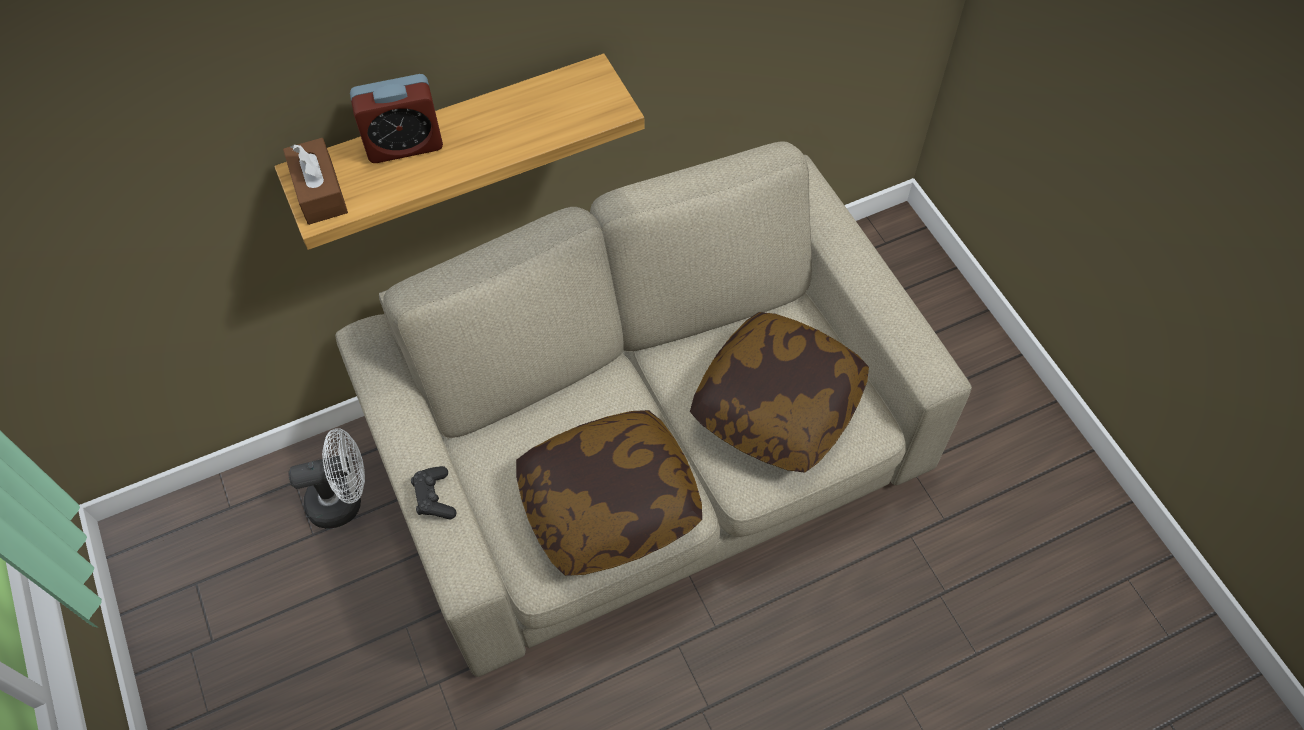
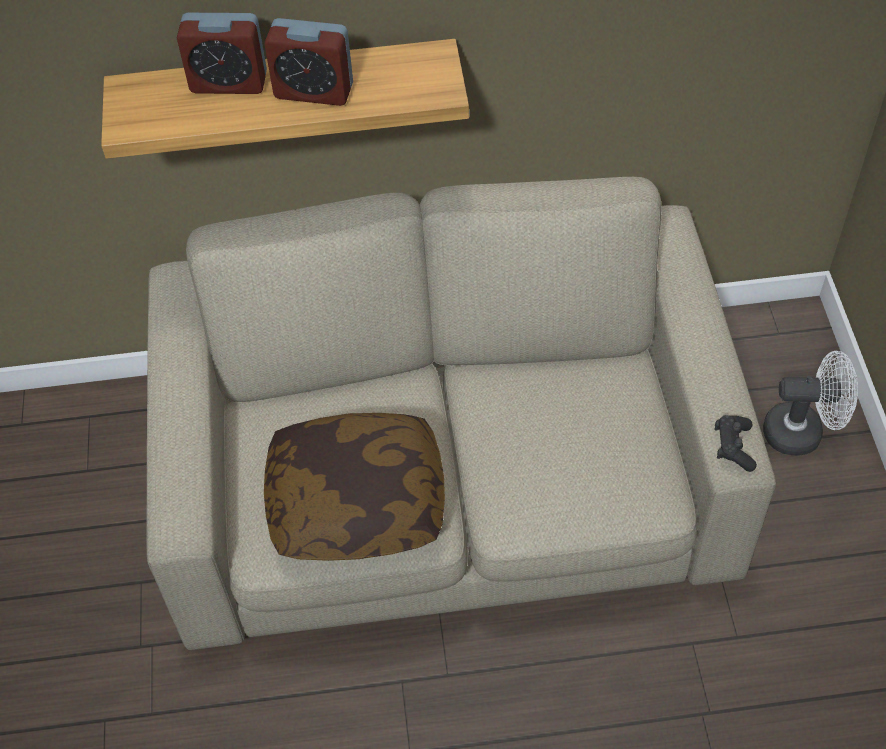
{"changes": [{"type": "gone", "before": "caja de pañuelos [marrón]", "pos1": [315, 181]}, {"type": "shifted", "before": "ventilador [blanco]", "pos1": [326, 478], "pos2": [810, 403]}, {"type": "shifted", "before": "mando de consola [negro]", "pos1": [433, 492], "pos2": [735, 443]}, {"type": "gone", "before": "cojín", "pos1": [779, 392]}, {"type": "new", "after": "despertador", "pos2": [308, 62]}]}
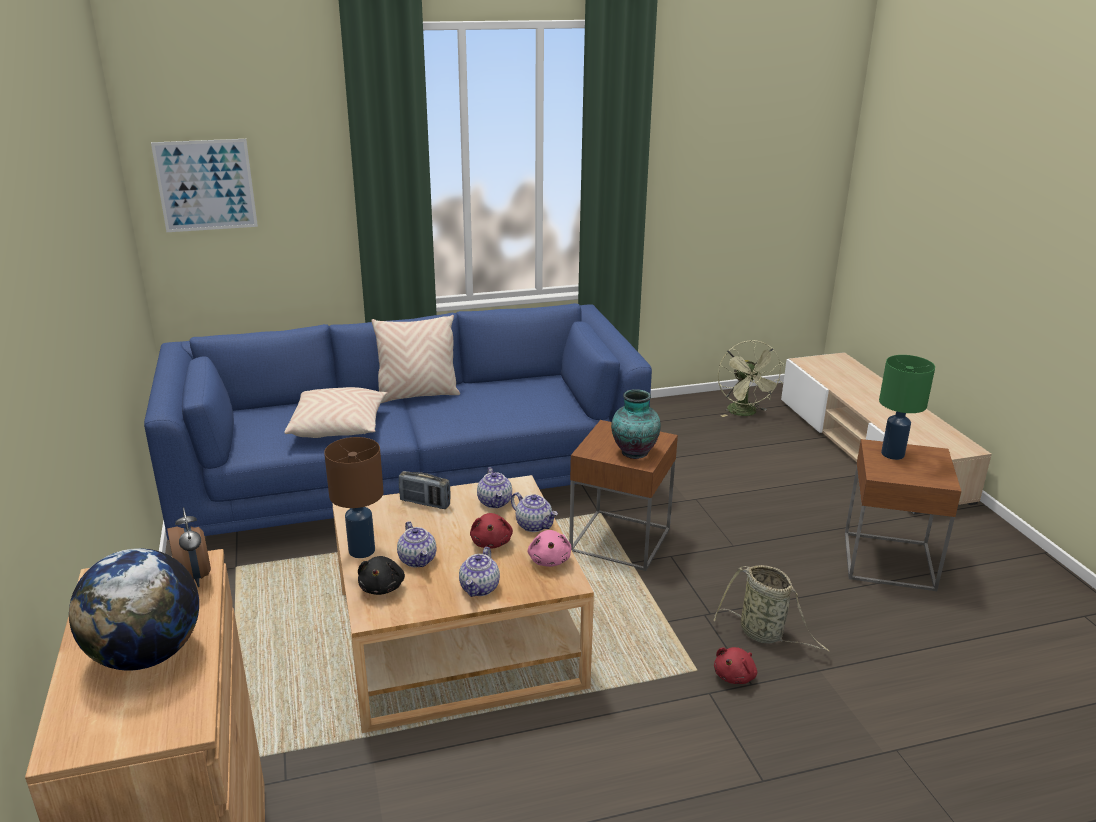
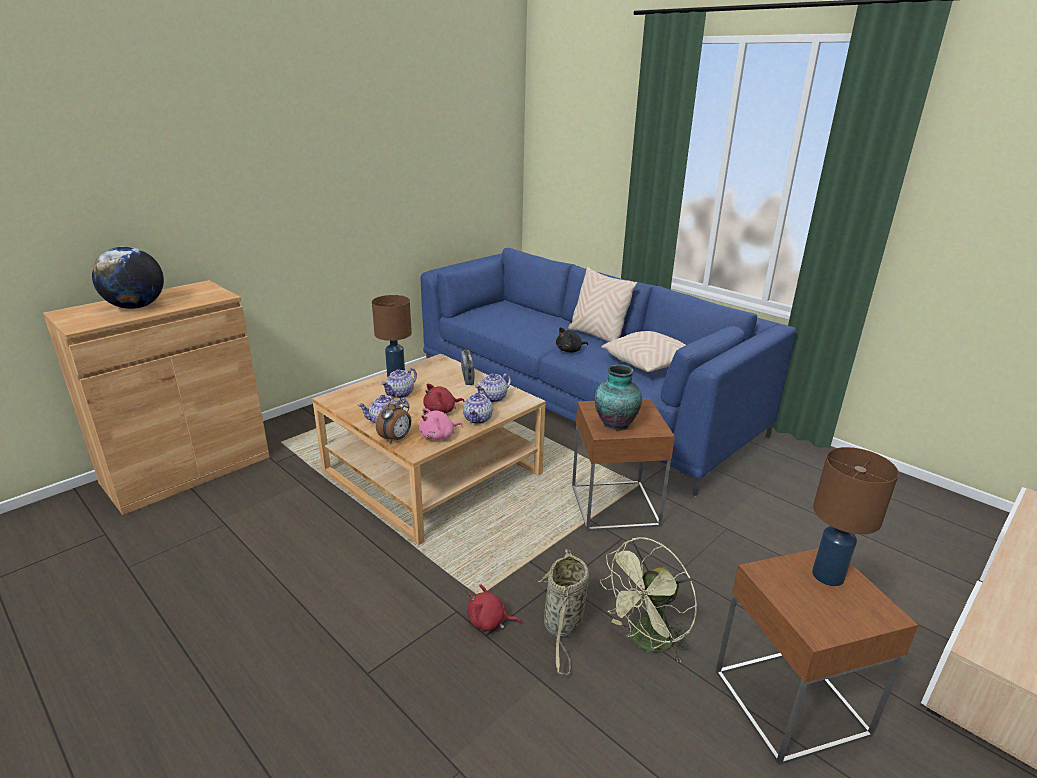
{"changes": [{"type": "gone", "before": "cuadro", "pos1": [204, 185]}, {"type": "shifted", "before": "despertador", "pos1": [189, 547], "pos2": [393, 419]}, {"type": "shifted", "before": "cojín [beis]", "pos1": [336, 412], "pos2": [643, 351]}, {"type": "shifted", "before": "peluche [negro]", "pos1": [381, 575], "pos2": [572, 340]}, {"type": "shifted", "before": "ventilador [verde]", "pos1": [751, 378], "pos2": [648, 600]}, {"type": "repainted", "before": "lámpara de mesa [verde]", "after": "lámpara de mesa [marrón]", "pos1": [907, 407], "pos2": [855, 516]}]}
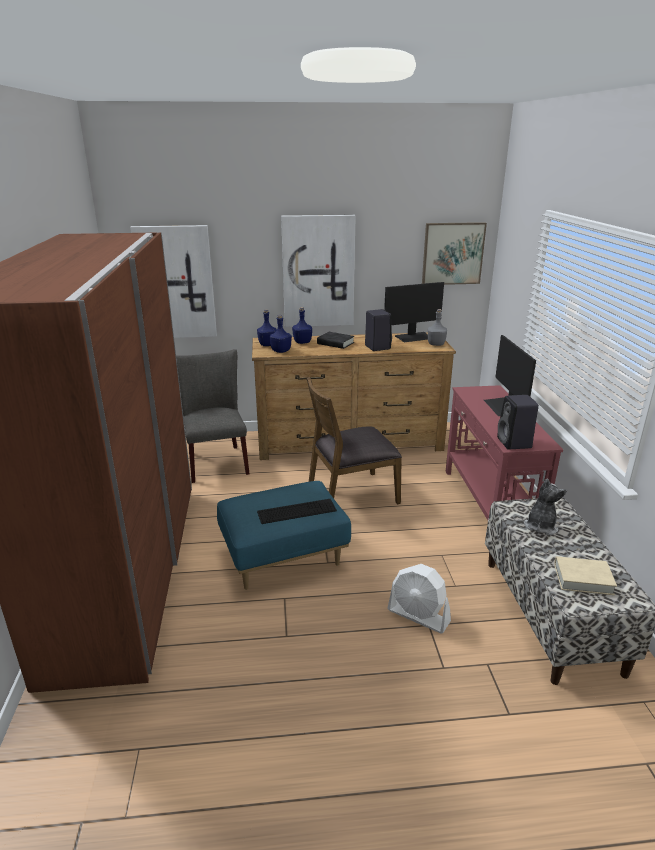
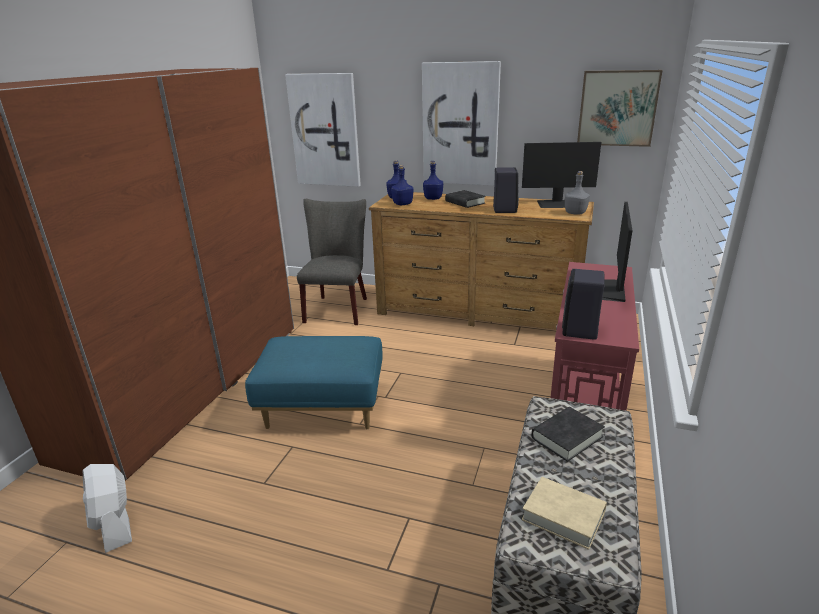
{"changes": [{"type": "gone", "before": "teclado", "pos1": [297, 511]}, {"type": "gone", "before": "silla [marrón]", "pos1": [354, 440]}, {"type": "shifted", "before": "ventilador [blanco]", "pos1": [419, 599], "pos2": [107, 508]}, {"type": "swapped", "before": "peluche", "after": "libro [negro]", "pos1": [545, 507], "pos2": [568, 434]}]}
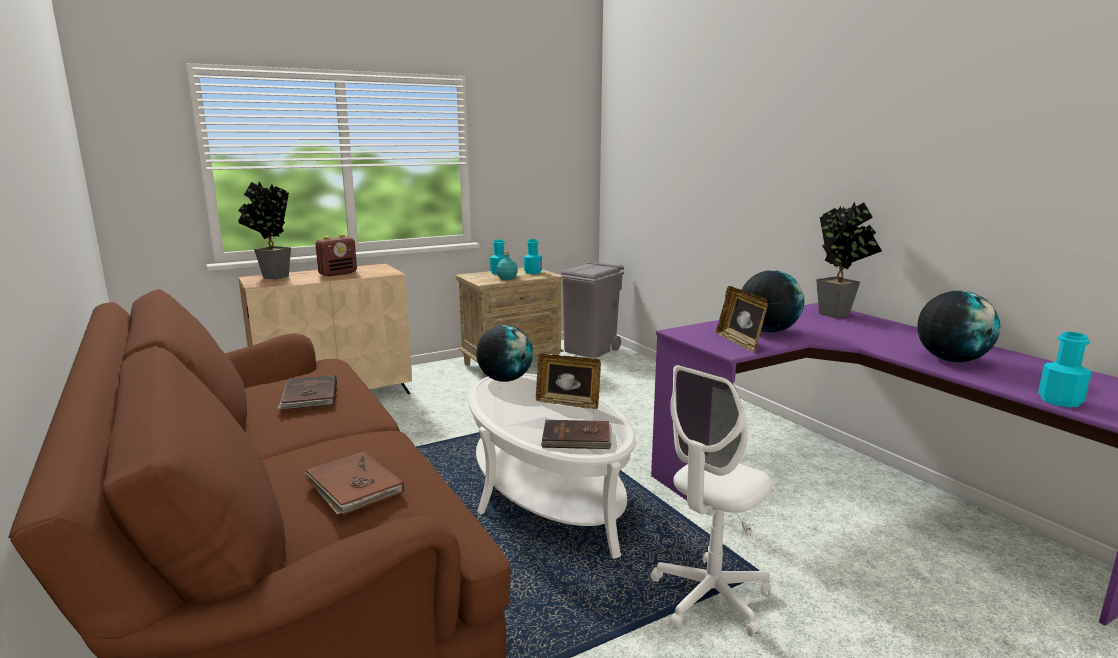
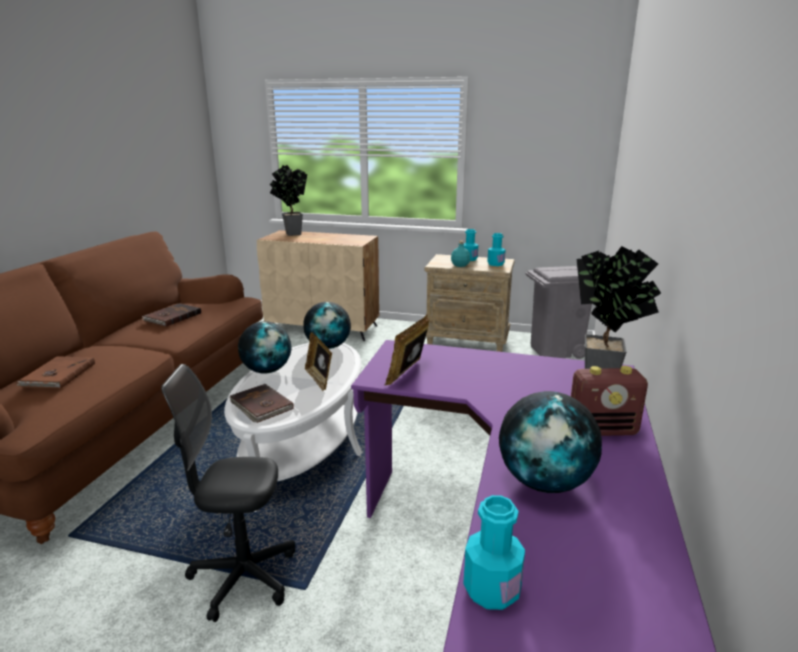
{"changes": [{"type": "shifted", "before": "radio", "pos1": [336, 256], "pos2": [609, 401]}, {"type": "repainted", "before": "silla de oficina [blanco]", "after": "silla de oficina [negro]", "pos1": [711, 501], "pos2": [228, 493]}, {"type": "shifted", "before": "globo terráqueo", "pos1": [773, 301], "pos2": [264, 347]}]}
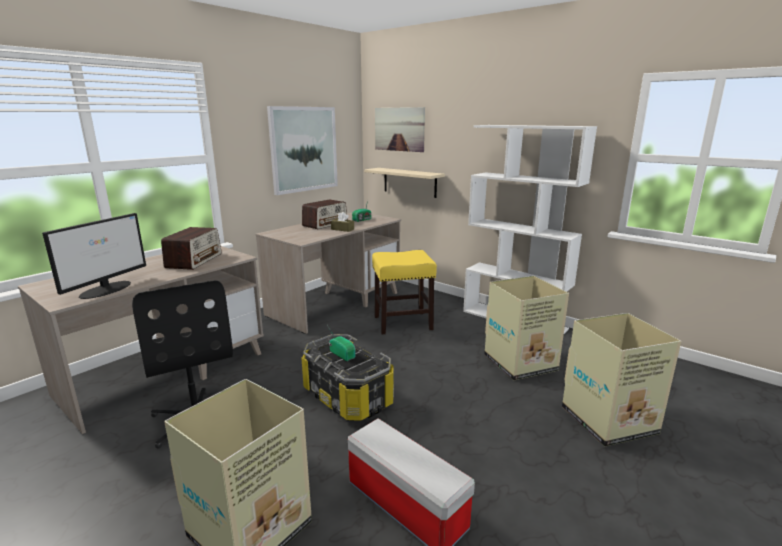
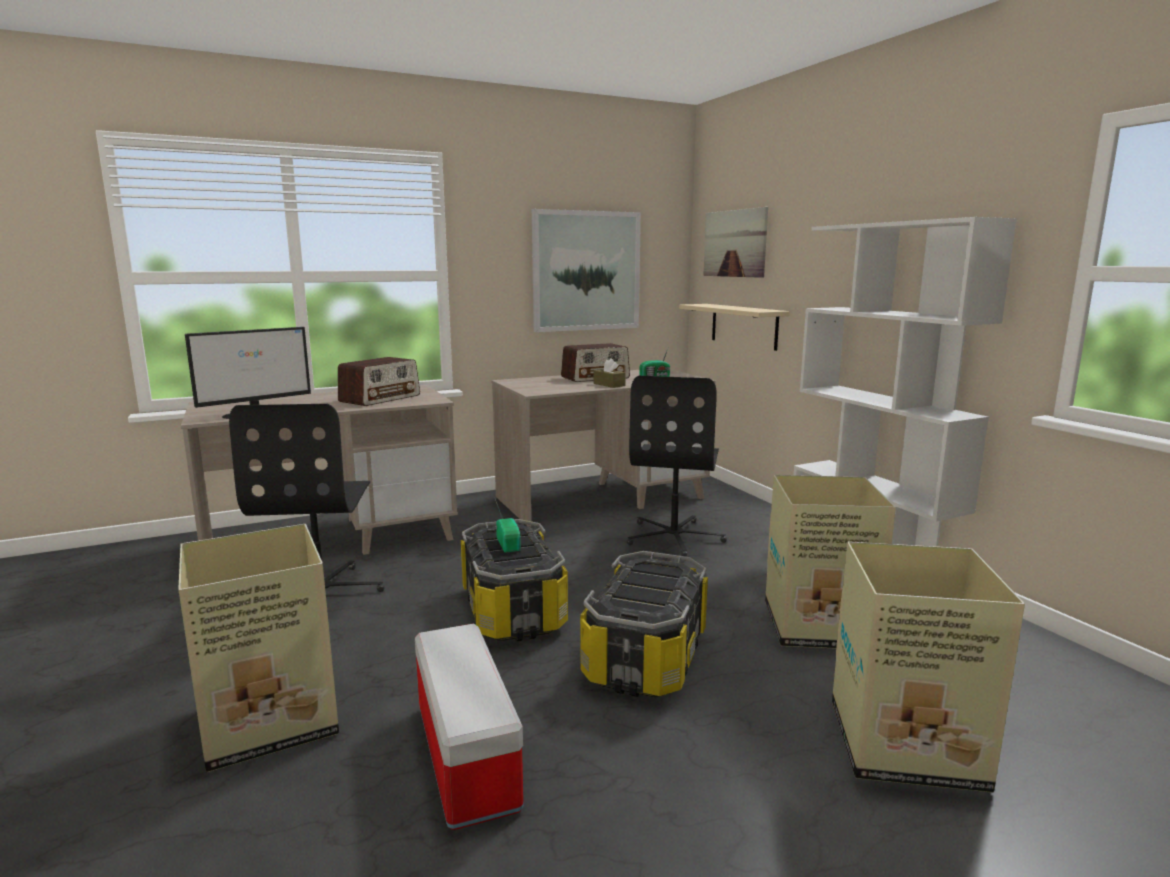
{"changes": [{"type": "swapped", "before": "taburete [amarillo]", "after": "silla de oficina [negro]", "pos1": [404, 292], "pos2": [677, 466]}, {"type": "new", "after": "caja de almacenaje", "pos2": [644, 624]}]}
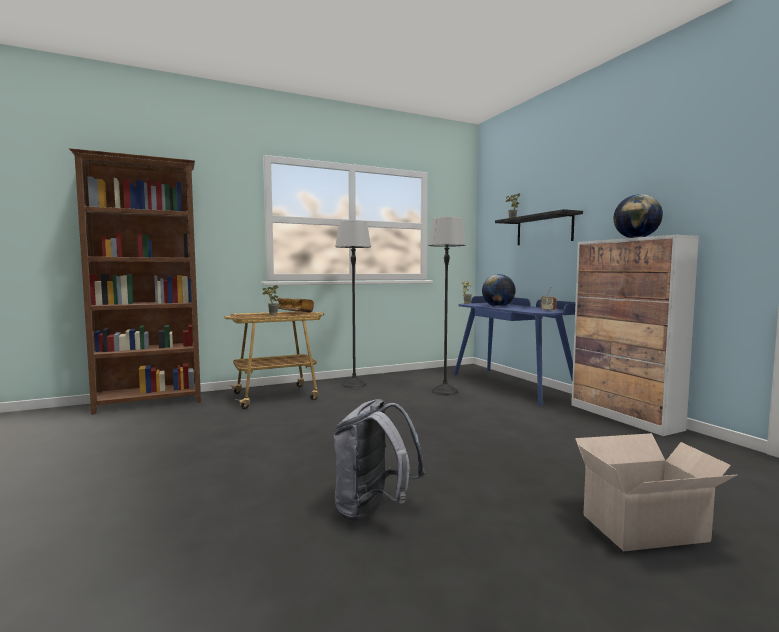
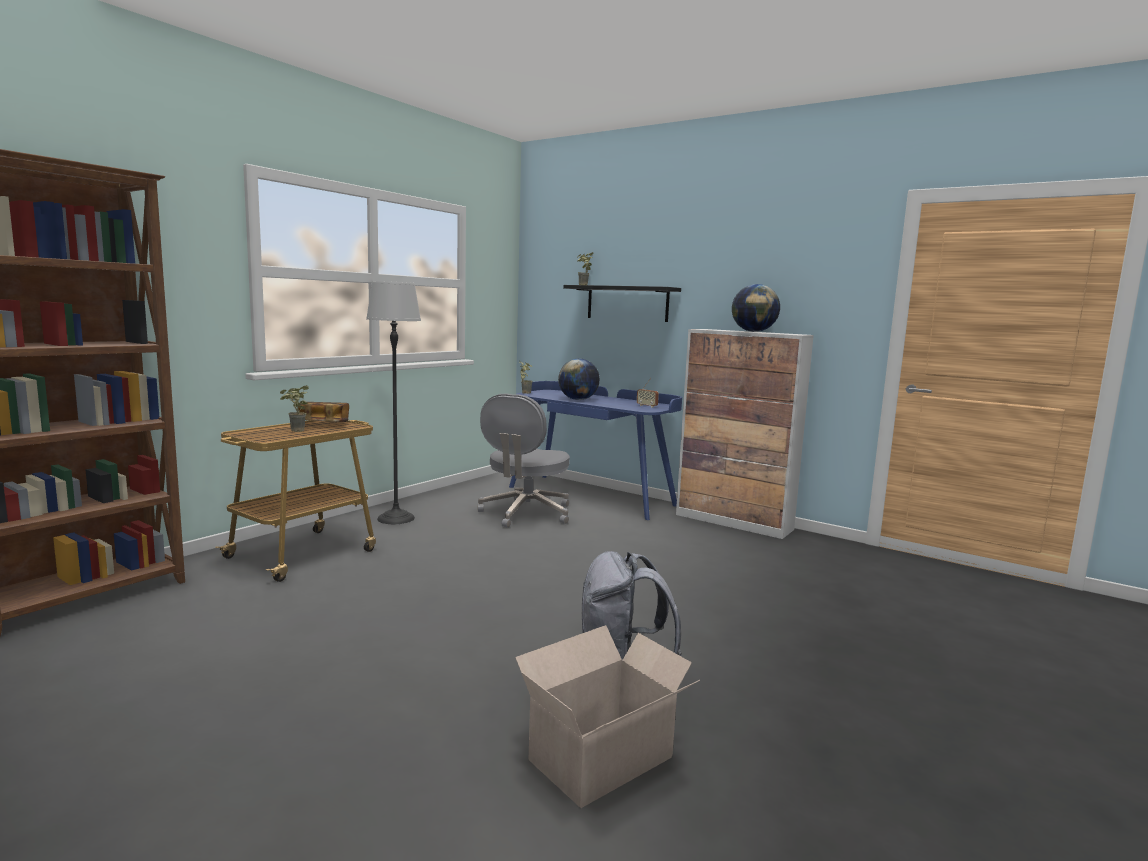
{"changes": [{"type": "swapped", "before": "lámpara de pie", "after": "silla de oficina [gris]", "pos1": [447, 306], "pos2": [523, 460]}, {"type": "shifted", "before": "caja de cartón", "pos1": [656, 492], "pos2": [607, 716]}]}
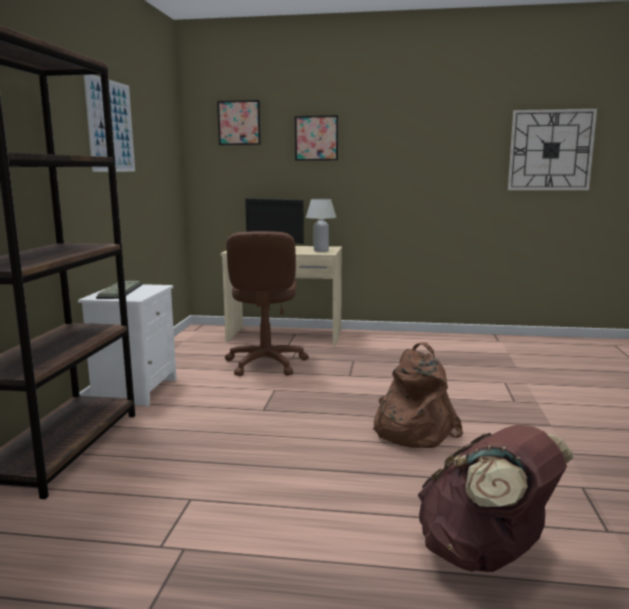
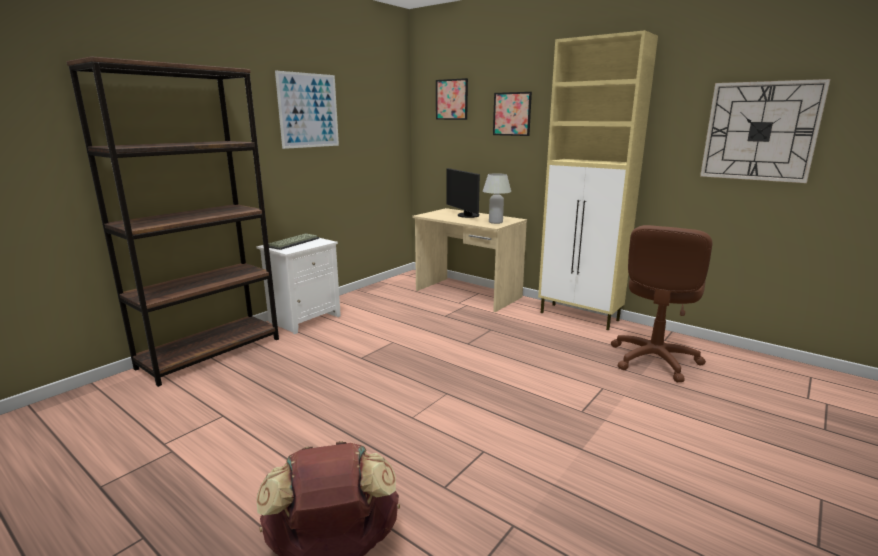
{"changes": [{"type": "shifted", "before": "silla de oficina [marrón]", "pos1": [267, 303], "pos2": [661, 303]}, {"type": "gone", "before": "mochila [marrón]", "pos1": [418, 395]}, {"type": "new", "after": "armario [beis]", "pos2": [598, 180]}]}
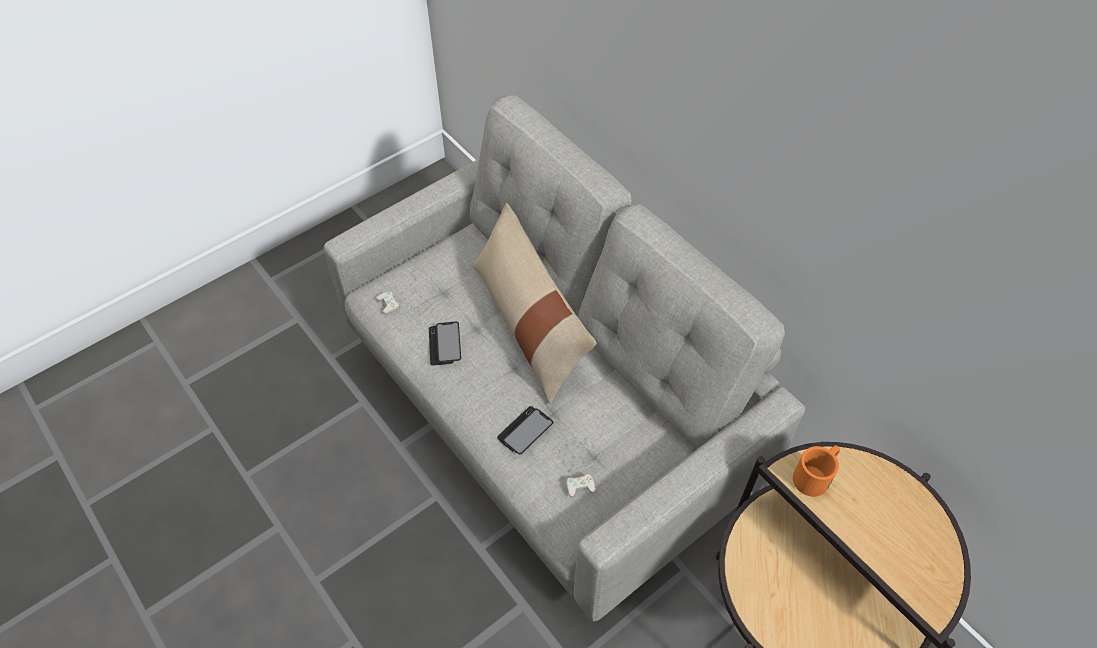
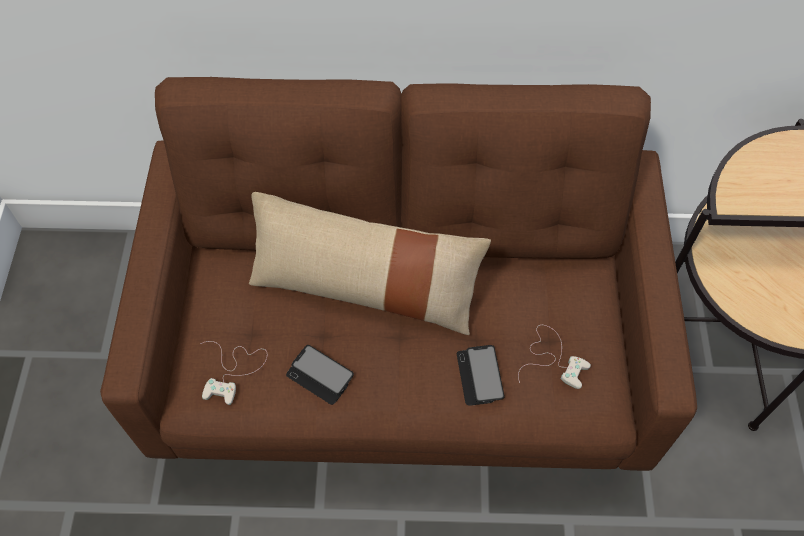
{"changes": [{"type": "repainted", "before": "sofá [gris]", "after": "sofá [marrón]", "pos1": [564, 358], "pos2": [398, 274]}, {"type": "gone", "before": "taza grande [naranja]", "pos1": [816, 471]}]}
